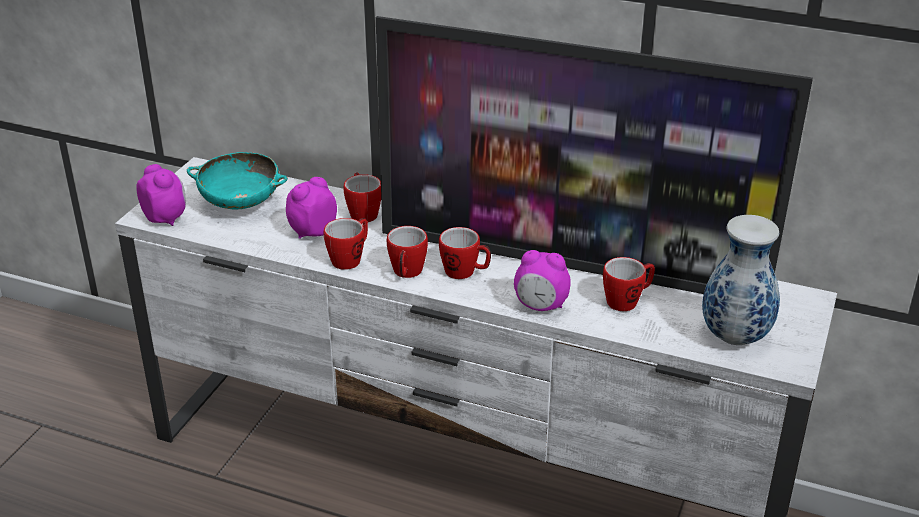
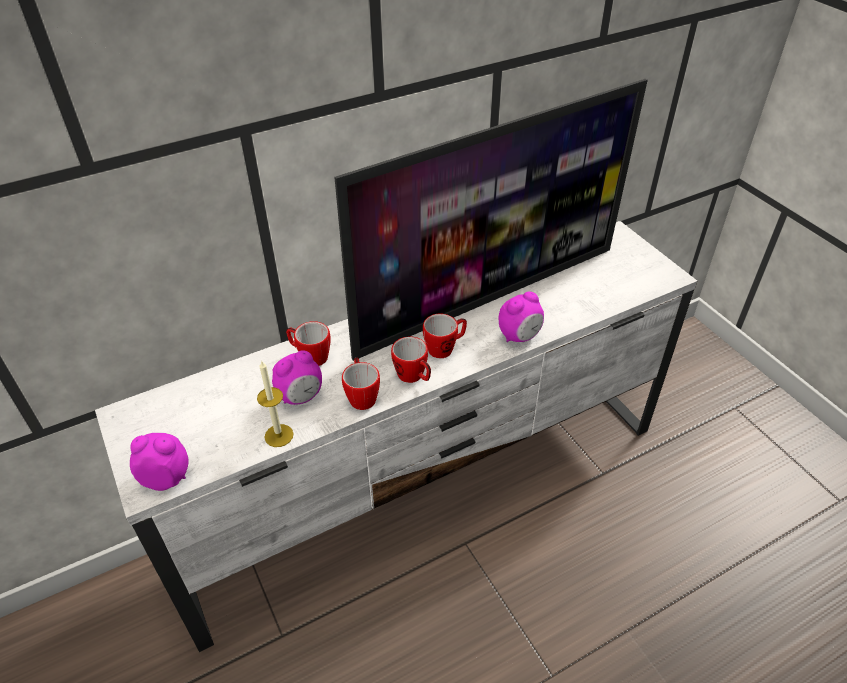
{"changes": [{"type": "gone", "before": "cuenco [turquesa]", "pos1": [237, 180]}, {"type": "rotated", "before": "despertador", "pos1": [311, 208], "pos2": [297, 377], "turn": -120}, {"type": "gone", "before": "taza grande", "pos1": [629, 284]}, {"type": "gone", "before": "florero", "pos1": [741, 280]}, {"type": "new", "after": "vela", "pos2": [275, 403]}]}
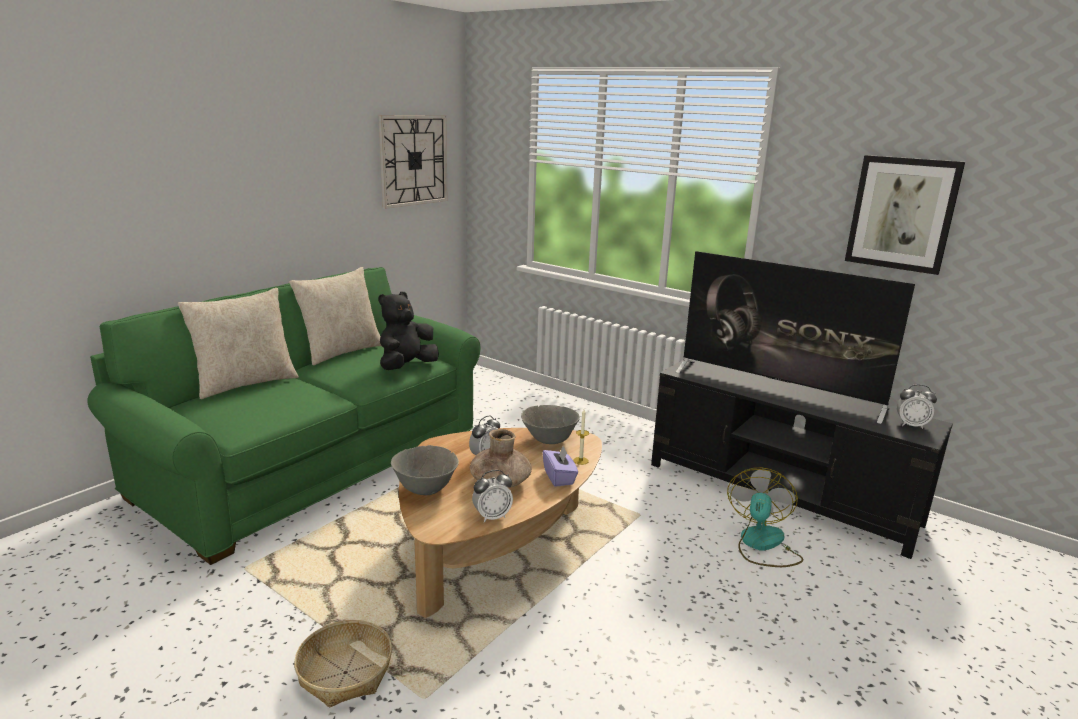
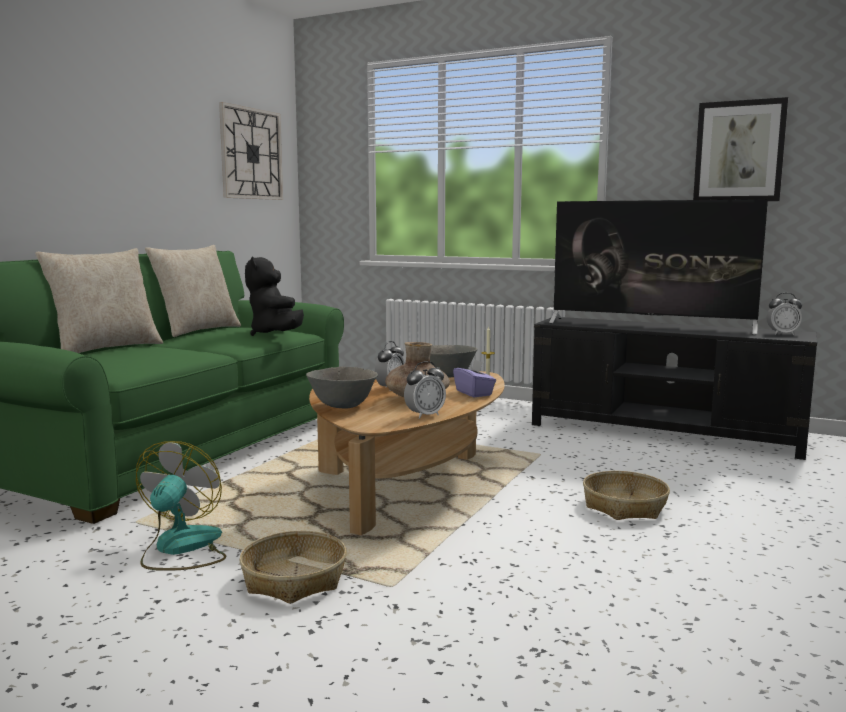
{"changes": [{"type": "rotated", "before": "peluche [negro]", "pos1": [409, 331], "pos2": [274, 296], "turn": -45}, {"type": "shifted", "before": "ventilador", "pos1": [765, 517], "pos2": [181, 506]}, {"type": "new", "after": "cesta", "pos2": [626, 495]}]}
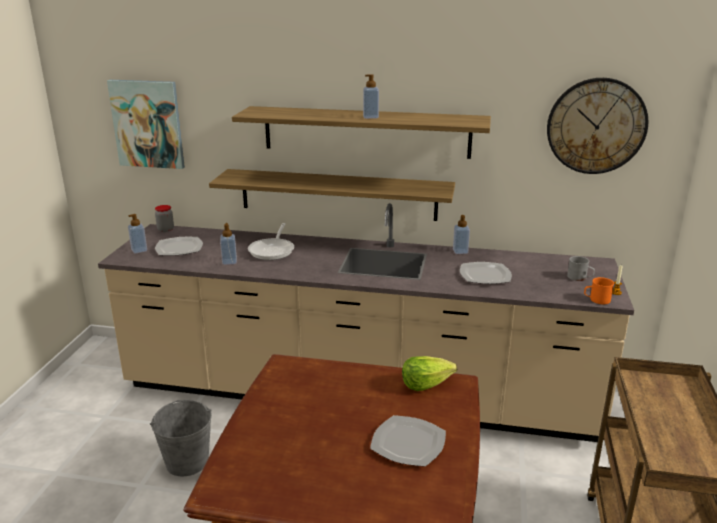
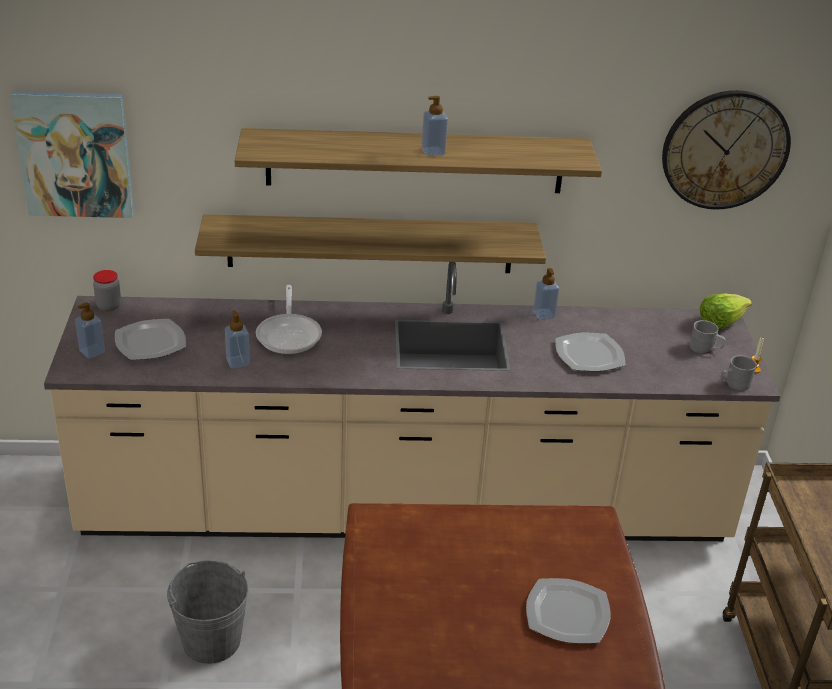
{"changes": [{"type": "shifted", "before": "lechuga", "pos1": [429, 373], "pos2": [726, 311]}, {"type": "repainted", "before": "taza grande [naranja]", "after": "taza grande [gris]", "pos1": [599, 290], "pos2": [738, 373]}]}
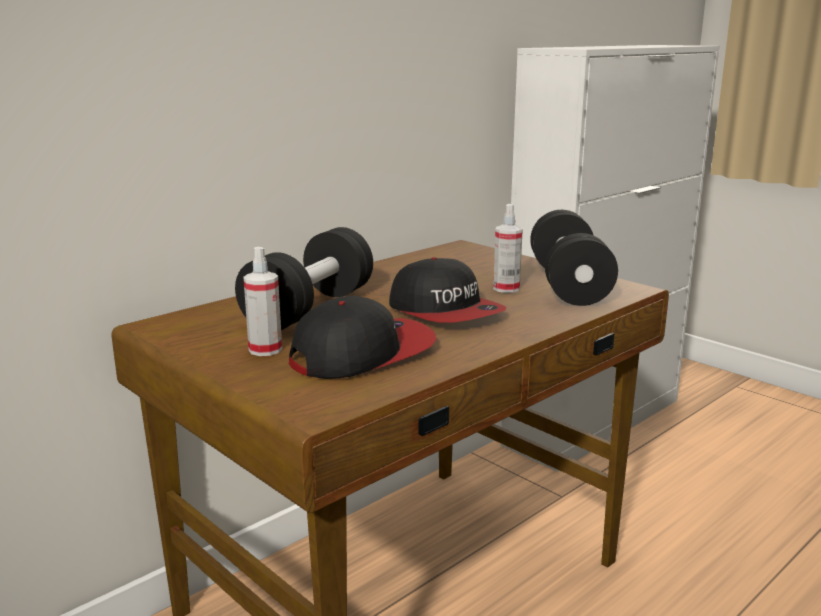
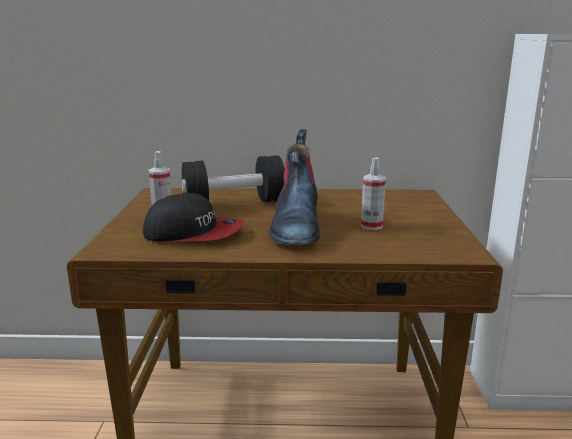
{"changes": [{"type": "swapped", "before": "gorra", "after": "bota", "pos1": [447, 290], "pos2": [294, 187]}, {"type": "gone", "before": "mancuerna [negro]", "pos1": [574, 258]}]}
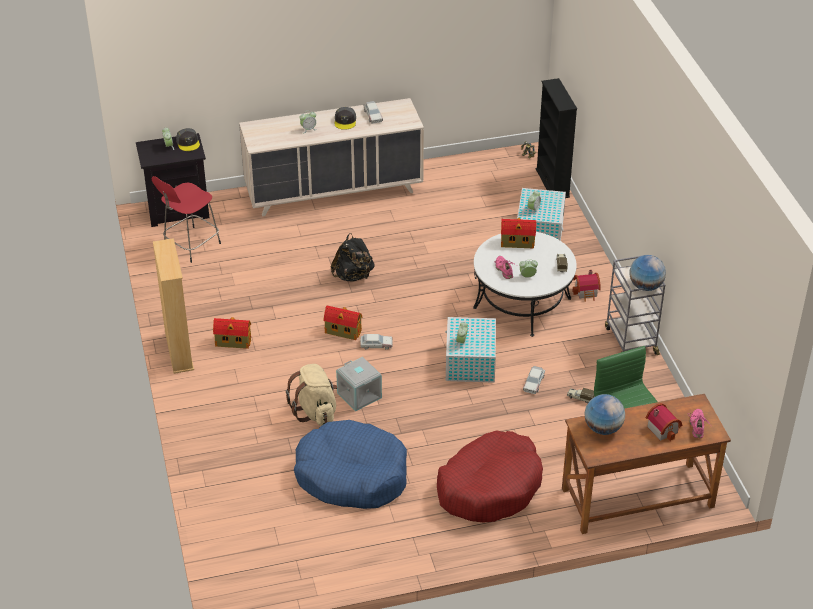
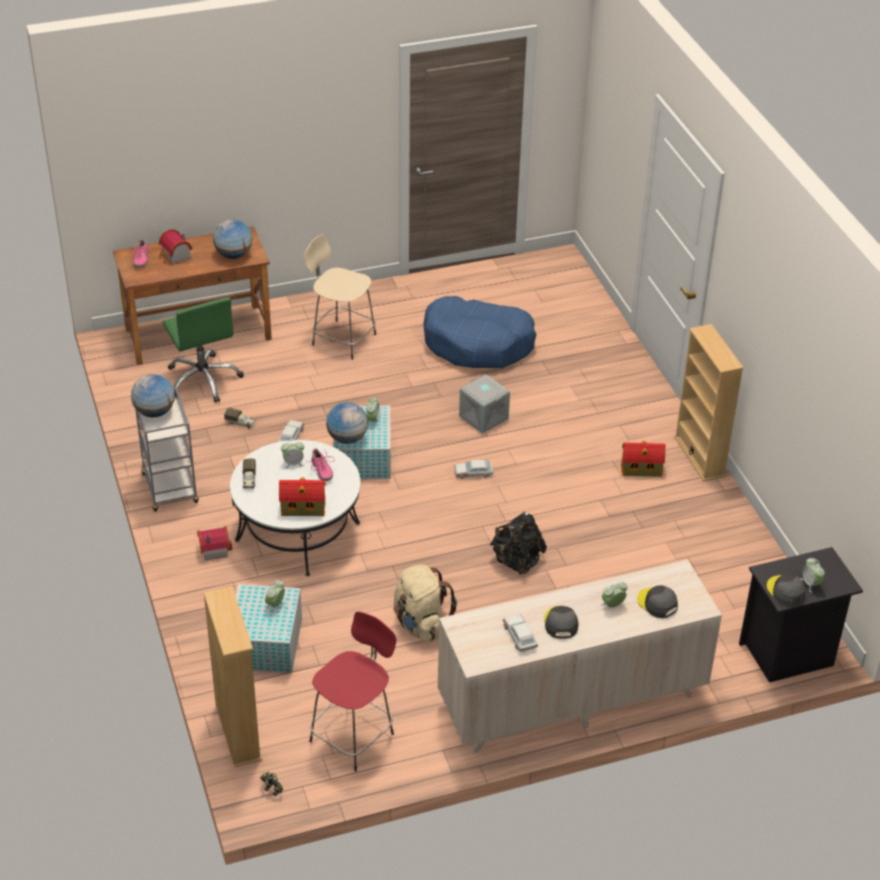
{"changes": [{"type": "shifted", "before": "taburete [rojo]", "pos1": [186, 219], "pos2": [353, 691]}, {"type": "shifted", "before": "mochila [beis]", "pos1": [312, 395], "pos2": [425, 603]}, {"type": "gone", "before": "casita", "pos1": [342, 323]}, {"type": "swapped", "before": "cama para perro [rojo]", "after": "taburete [beis]", "pos1": [490, 476], "pos2": [340, 297]}, {"type": "repainted", "before": "estantería [negro]", "after": "estantería [beis]", "pos1": [556, 138], "pos2": [232, 676]}, {"type": "new", "after": "globo terráqueo", "pos2": [347, 423]}, {"type": "new", "after": "gorra [gris]", "pos2": [657, 601]}]}
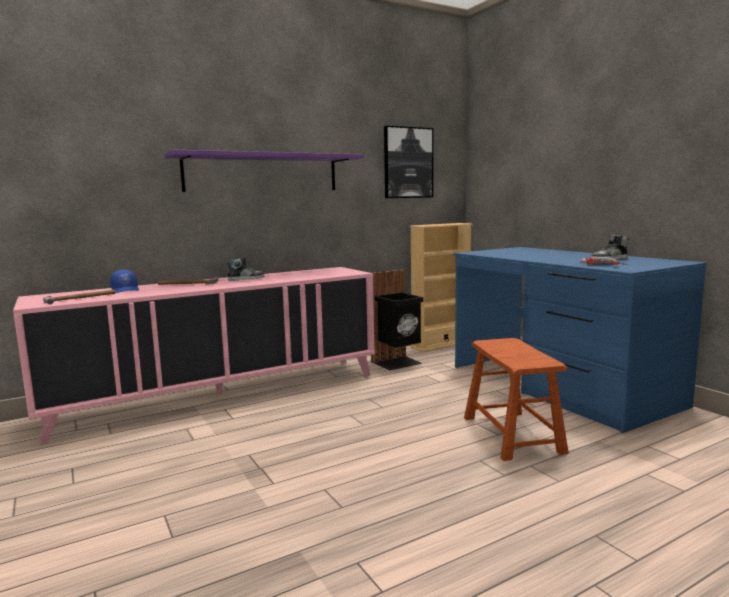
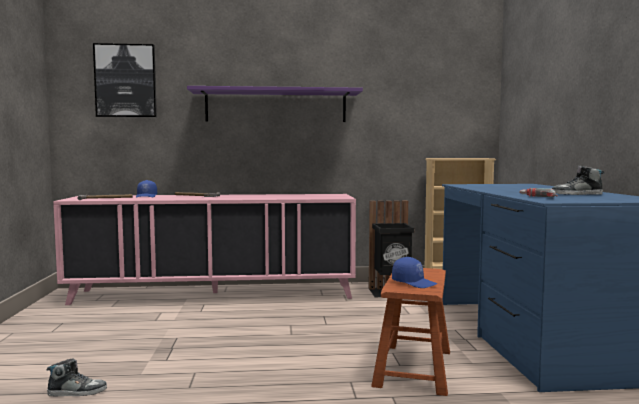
{"changes": [{"type": "shifted", "before": "zapato", "pos1": [245, 269], "pos2": [76, 377]}, {"type": "shifted", "before": "cuadro", "pos1": [408, 162], "pos2": [125, 80]}, {"type": "new", "after": "gorra [azul]", "pos2": [414, 272]}]}
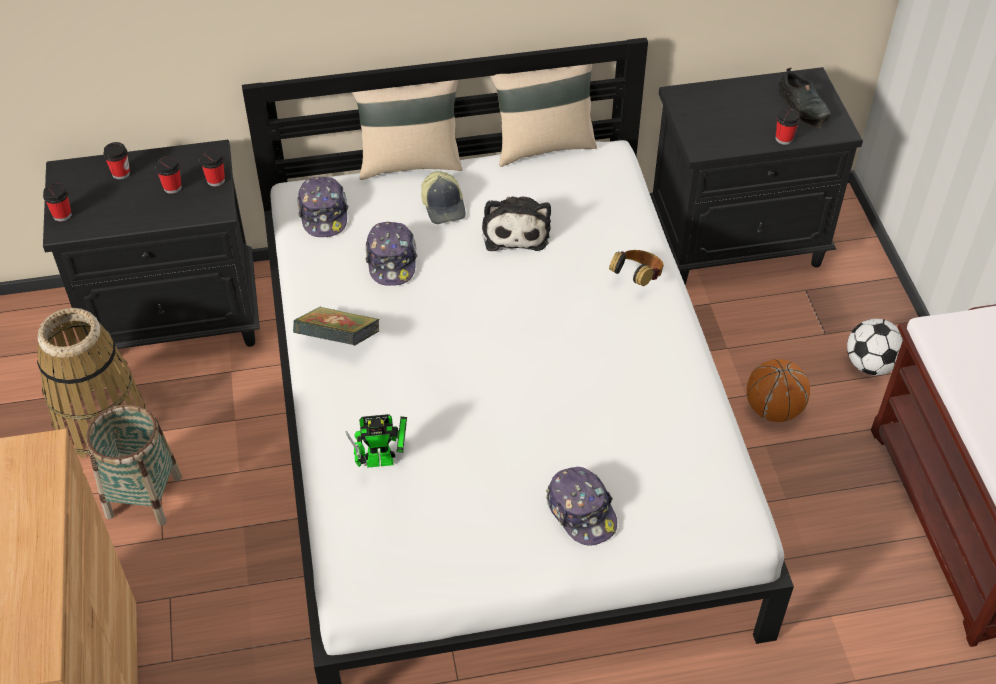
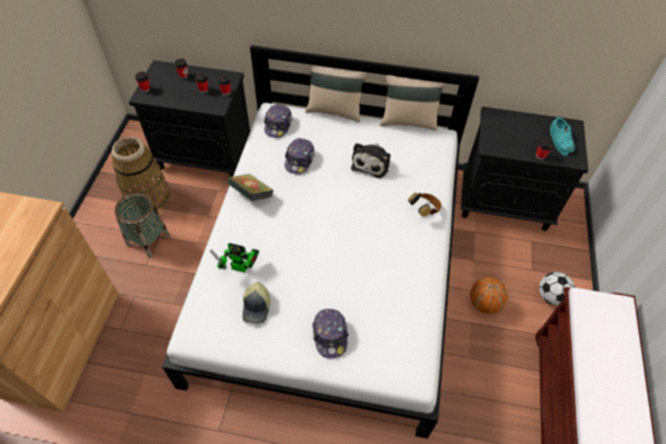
{"changes": [{"type": "shifted", "before": "gorra", "pos1": [443, 197], "pos2": [256, 303]}, {"type": "repainted", "before": "zapato [negro]", "after": "zapato [turquesa]", "pos1": [804, 98], "pos2": [562, 136]}]}
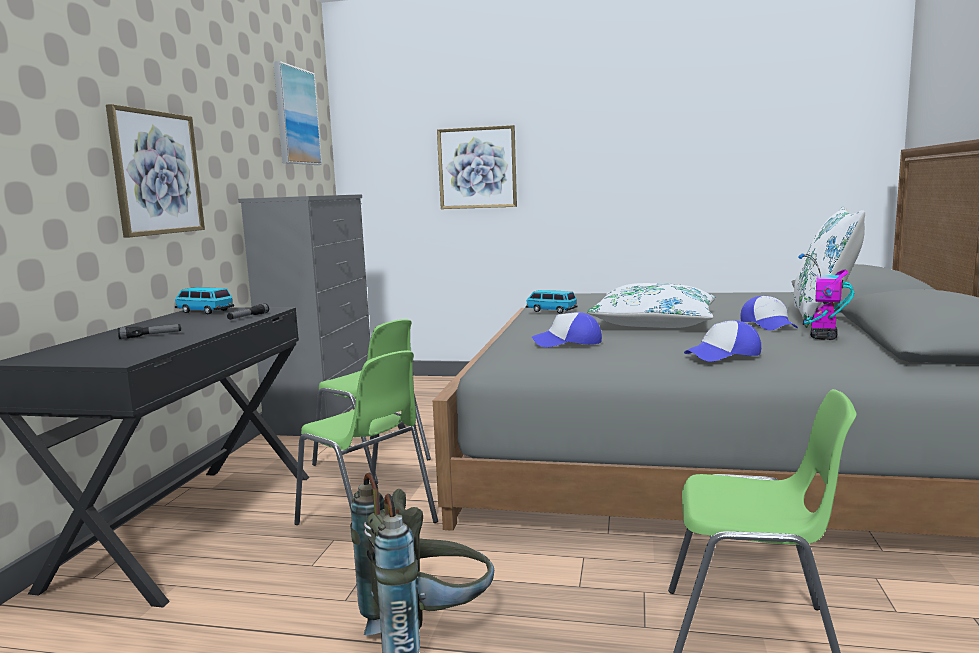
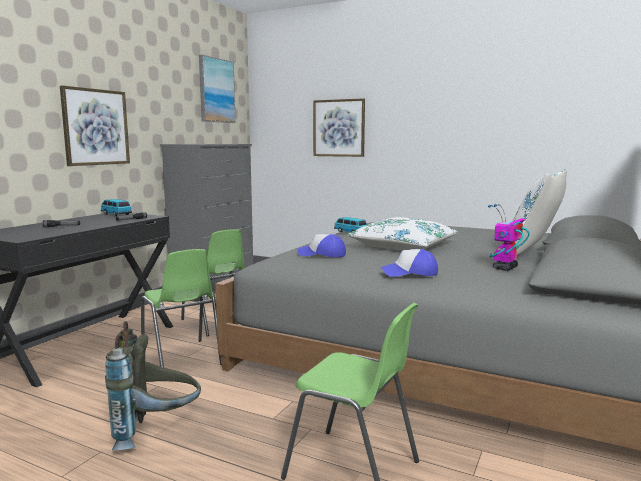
{"changes": [{"type": "gone", "before": "gorra", "pos1": [769, 313]}]}
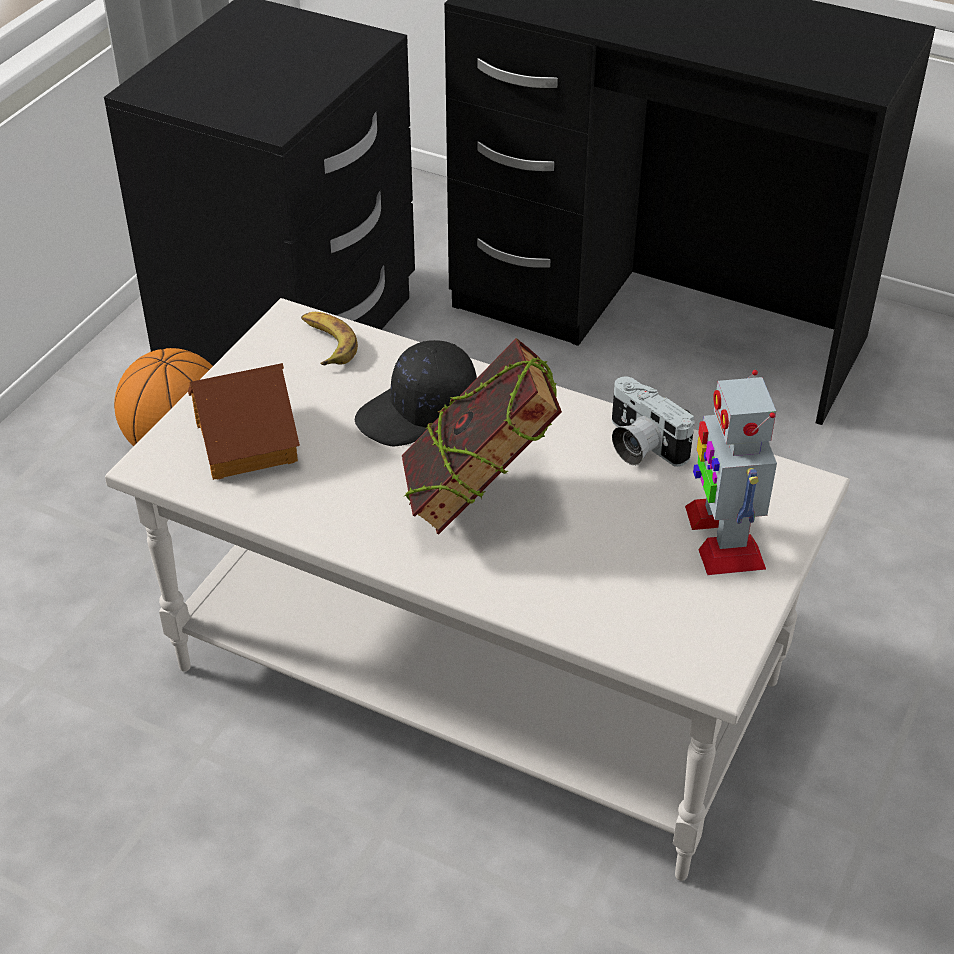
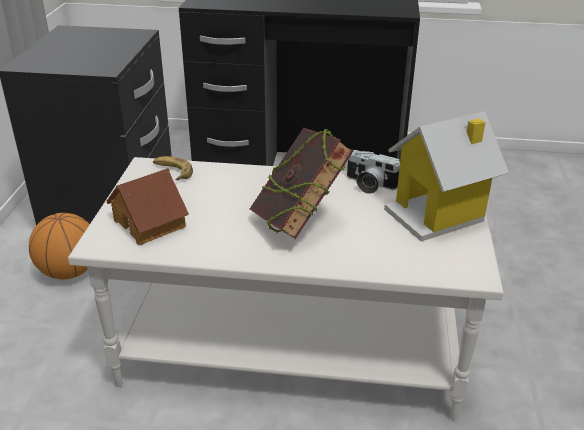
{"changes": [{"type": "gone", "before": "gorra [negro]", "pos1": [416, 393]}, {"type": "swapped", "before": "robot de juguete", "after": "casita", "pos1": [731, 472], "pos2": [446, 176]}]}
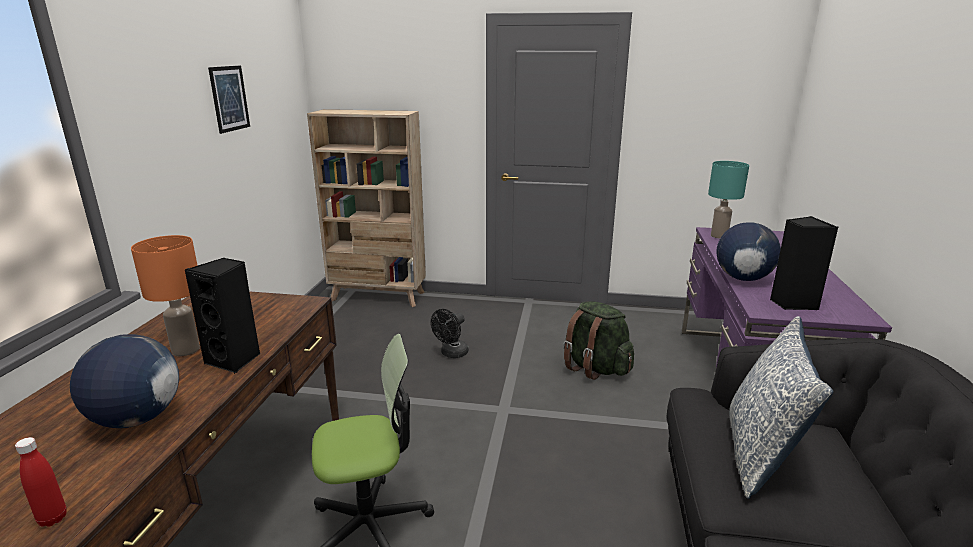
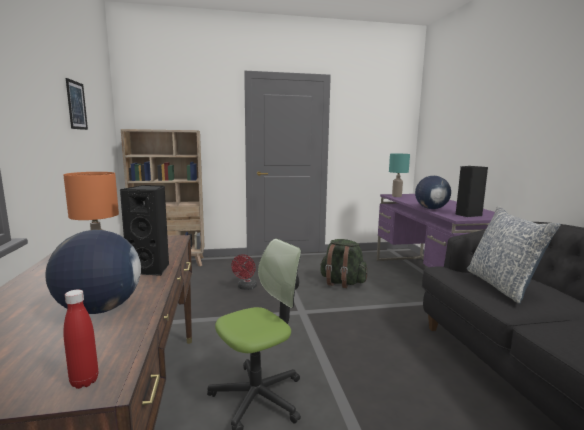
{"changes": [{"type": "repainted", "before": "ventilador [negro]", "after": "ventilador [rojo]", "pos1": [449, 333], "pos2": [244, 272]}]}
